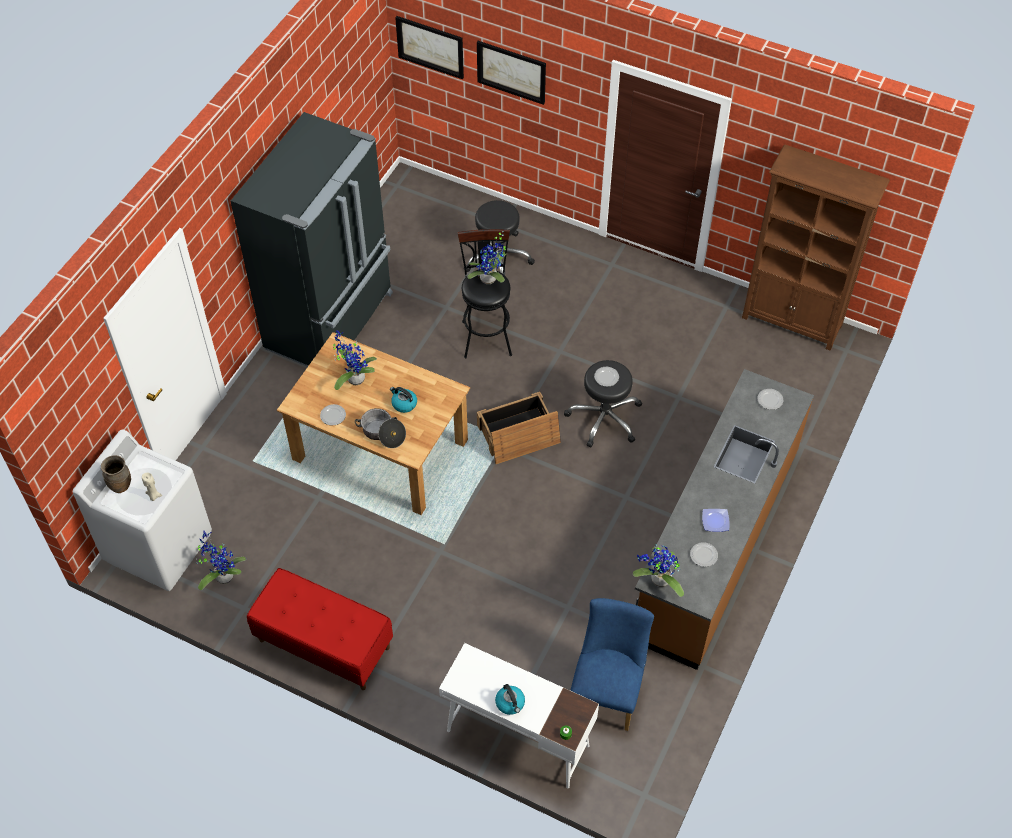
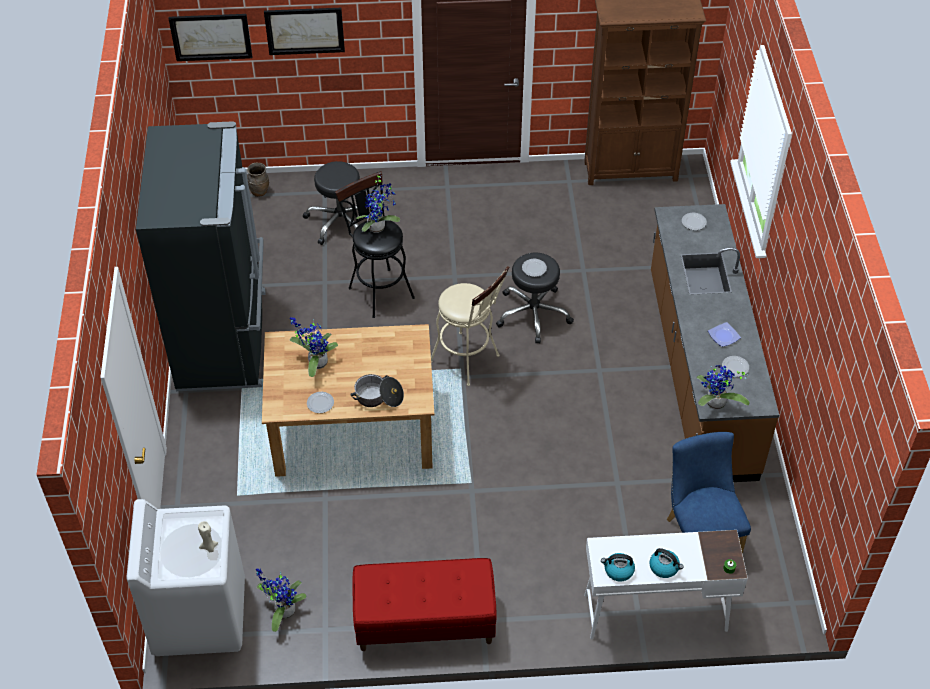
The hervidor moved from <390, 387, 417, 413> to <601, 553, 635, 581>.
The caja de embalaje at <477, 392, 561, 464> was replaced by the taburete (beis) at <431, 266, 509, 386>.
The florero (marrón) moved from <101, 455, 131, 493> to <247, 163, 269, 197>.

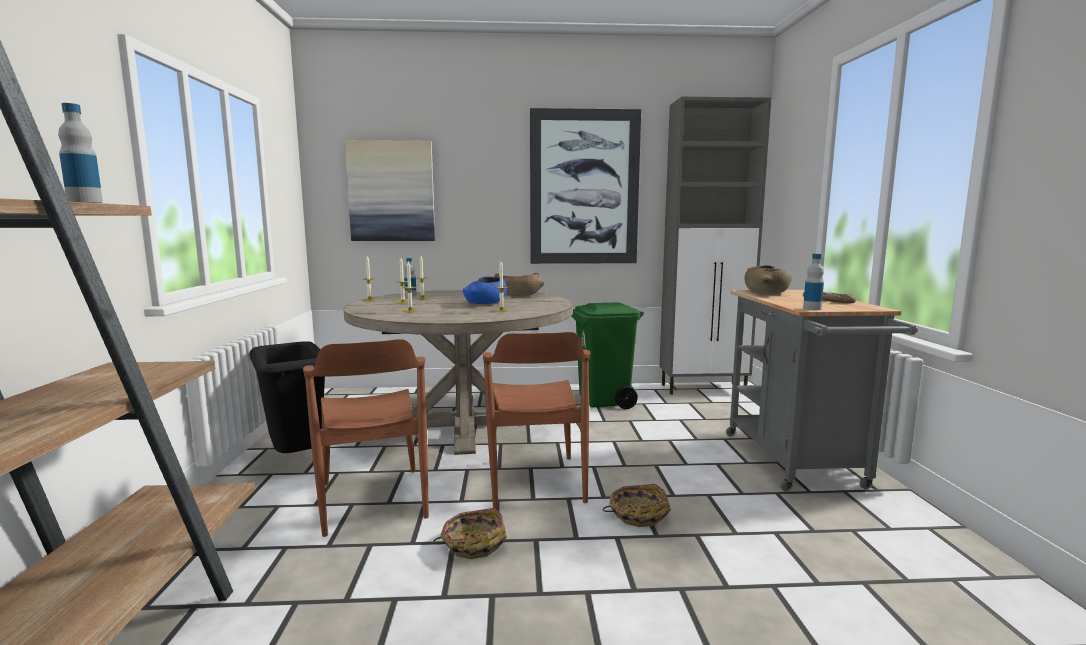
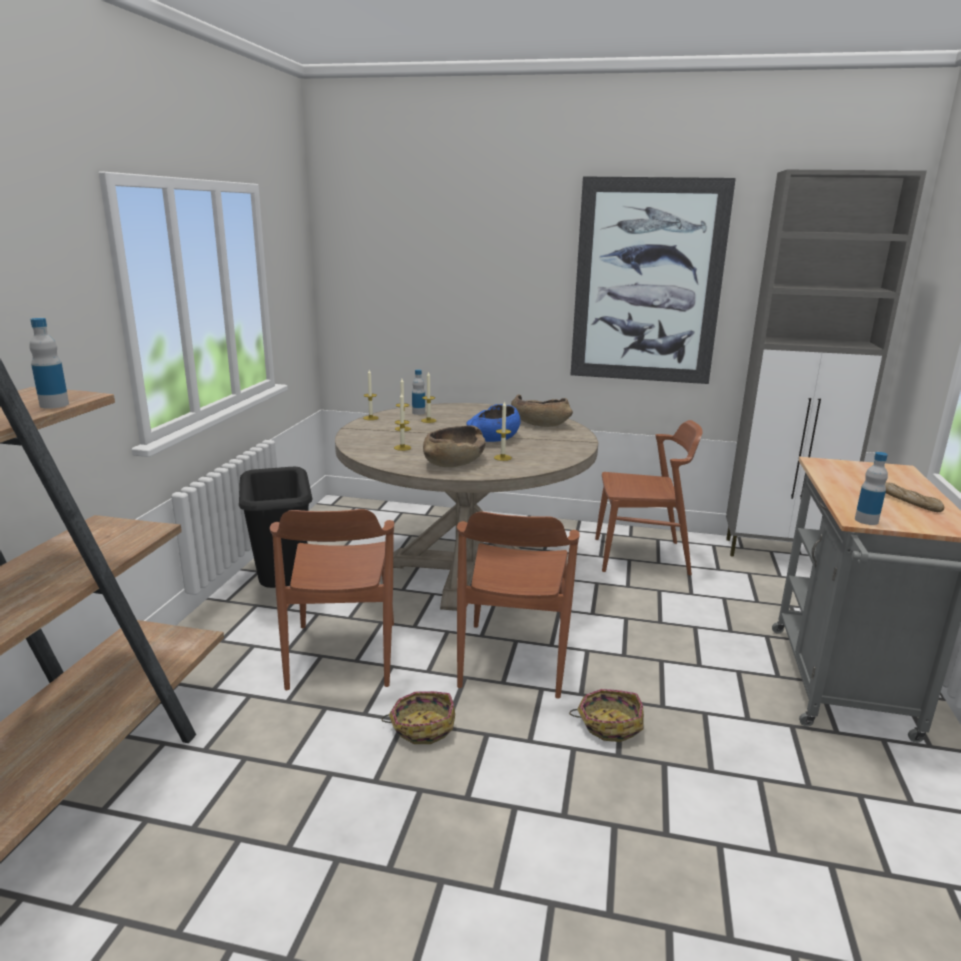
The cuadro at <345, 140, 435, 241> disappeared.
The cuenco (marrón) moved from <745, 265, 792, 295> to <423, 425, 486, 468>.
The papelera (verde) at <571, 302, 644, 409> was replaced by the silla (marrón) at <595, 420, 703, 575>.

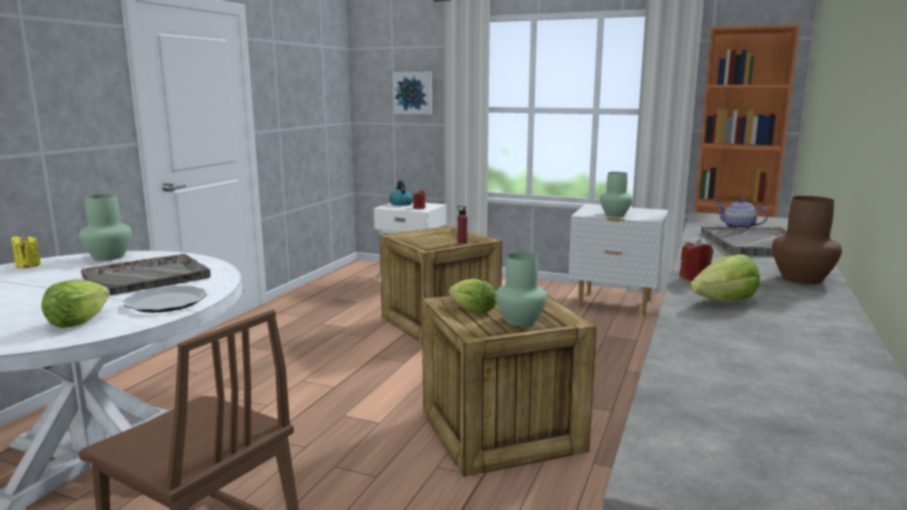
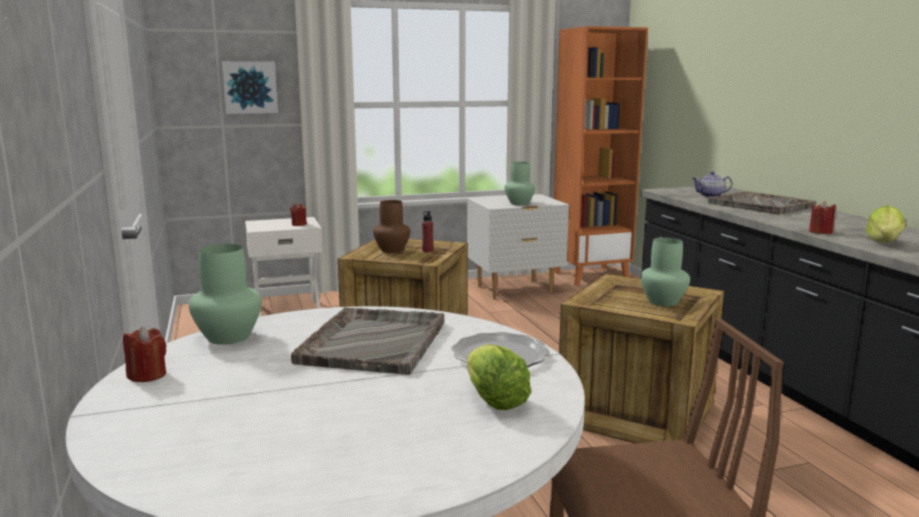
The hervidor at <389, 180, 413, 206> disappeared.
The florero (marrón) moved from <772, 196, 842, 284> to <373, 200, 410, 253>.
The vela (amarillo) at <11, 234, 41, 268> became the vela (rojo) at <123, 327, 166, 382>.
The lechuga at <449, 279, 496, 313> disappeared.

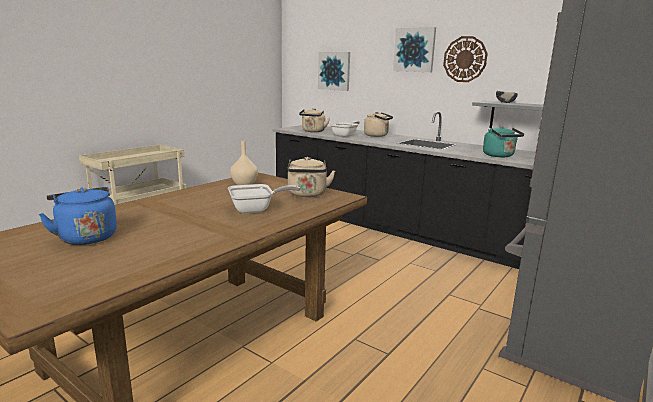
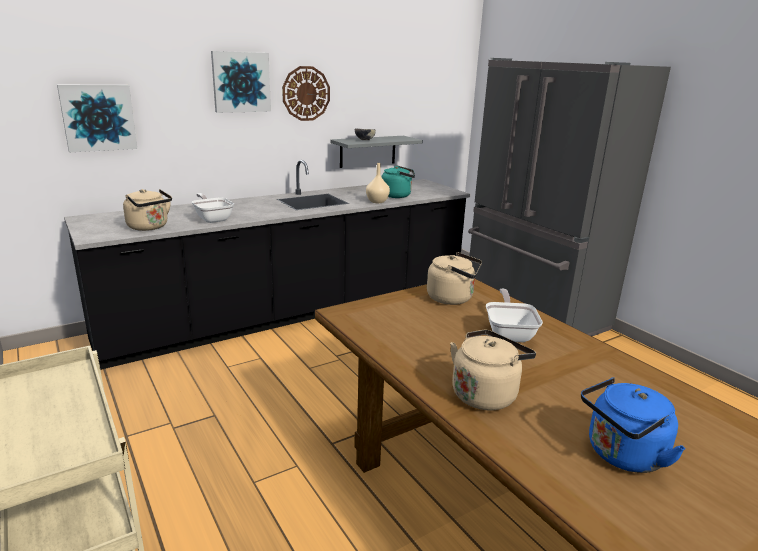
The hervidor (beis) moved from <364, 112, 393, 137> to <450, 329, 536, 411>.
The florero (beis) moved from <230, 141, 258, 185> to <366, 163, 390, 203>.

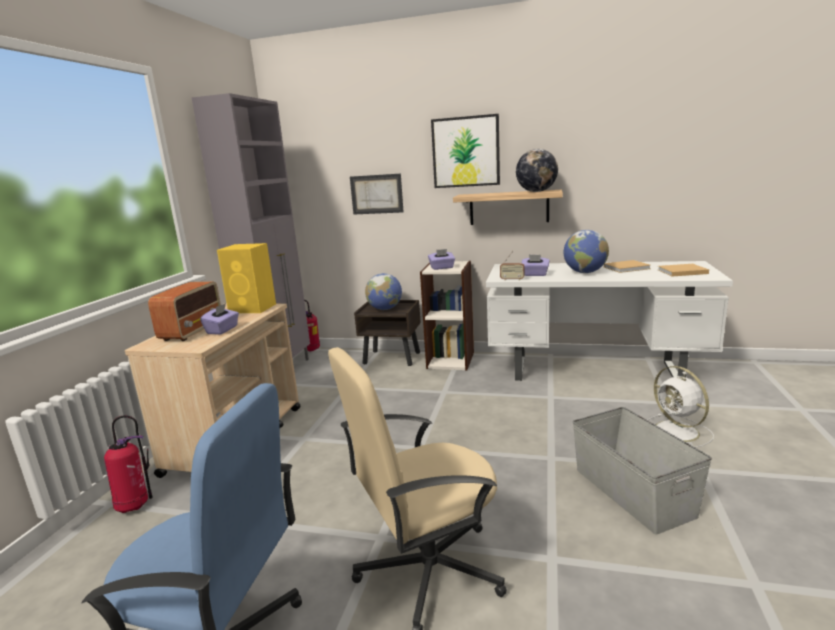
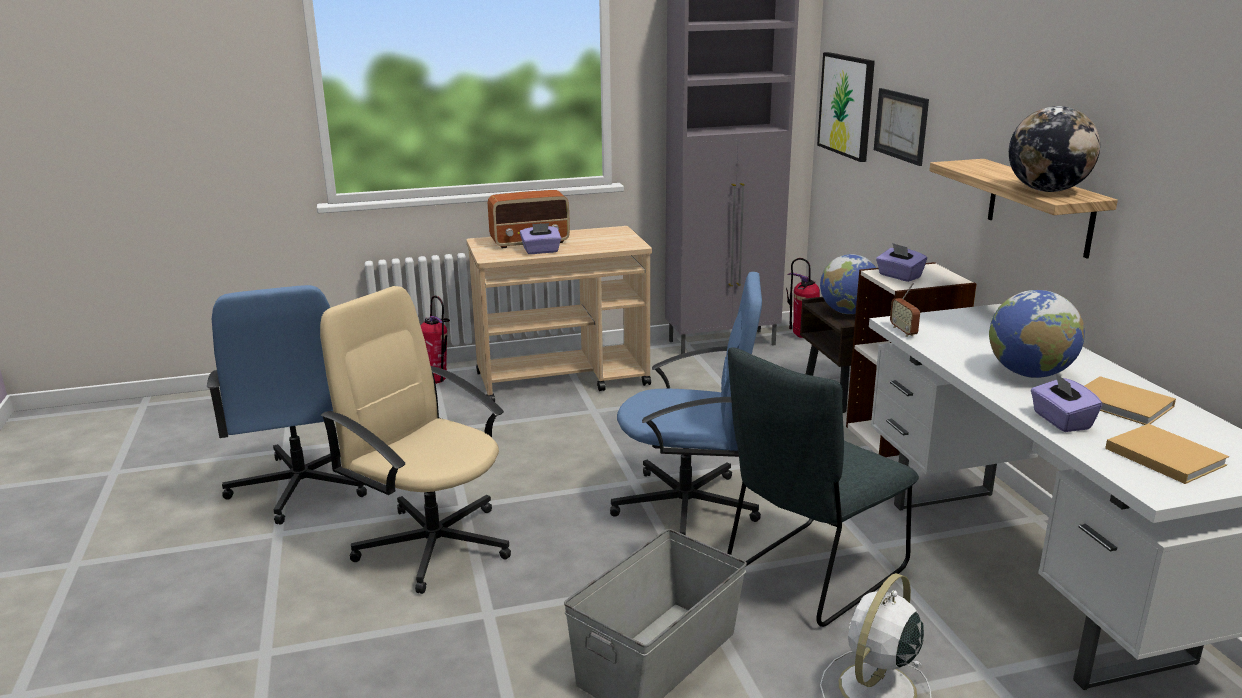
The cuadro moved from <431, 114, 500, 188> to <817, 52, 875, 162>.
The altavoz (amarillo) at <217, 243, 276, 313> disappeared.
The caja de pañuelos (morado) moved from <522, 255, 550, 276> to <1031, 372, 1102, 432>.
The silla de oficina (azul) at <610, 272, 762, 535> appeared.
The silla (gris) at <727, 347, 919, 627> appeared.

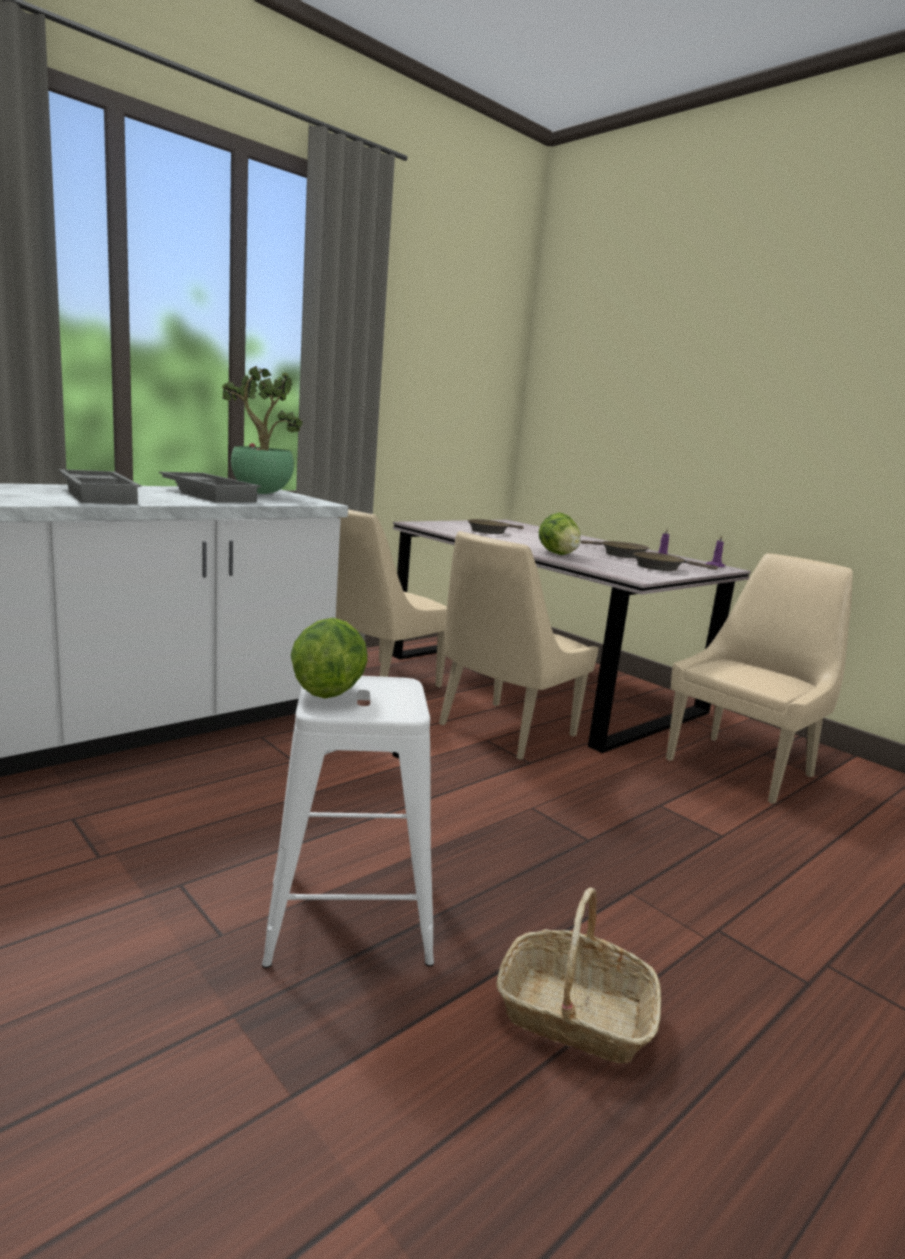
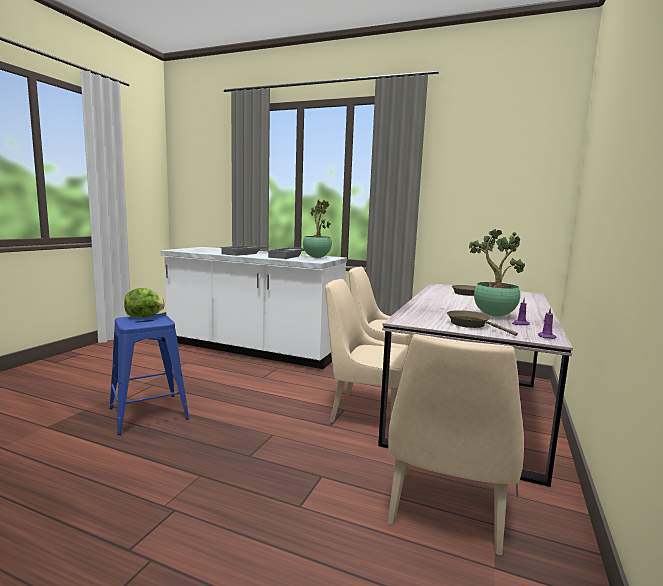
The lechuga at <539, 513, 581, 555> disappeared.
The sartén (marrón) at <581, 540, 649, 558> was replaced by the planta en maceta at <469, 229, 525, 316>.
The silla (beis) at <666, 553, 853, 804> turned 90 degrees clockwise.
The taburete (blanco) at <262, 676, 434, 968> became the taburete (azul) at <109, 314, 189, 435>.
The cesta at <496, 887, 661, 1064> disappeared.

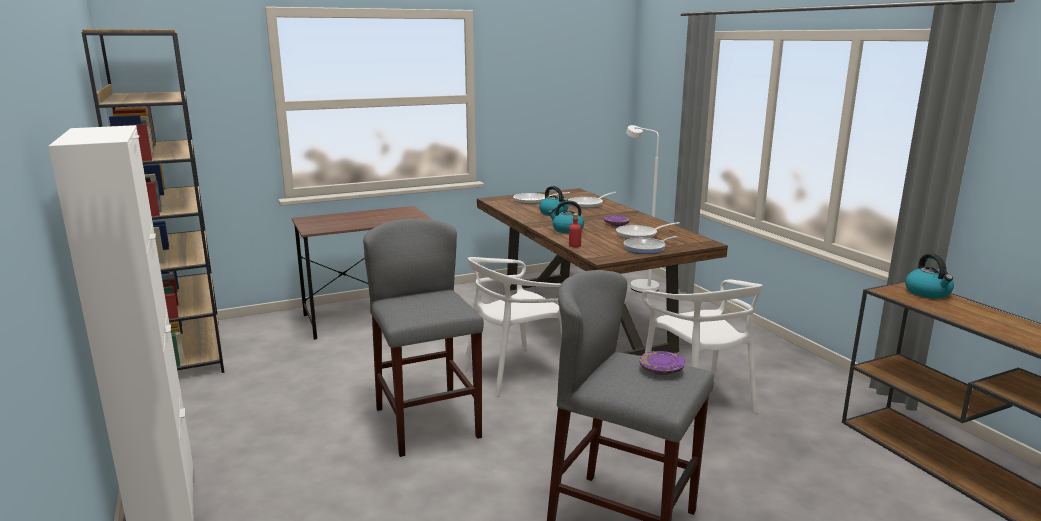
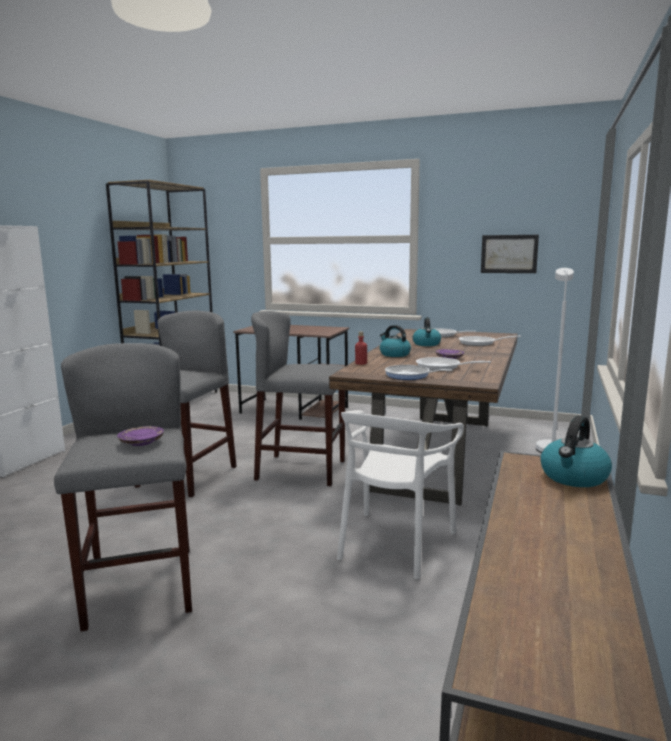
The silla (blanco) at <463, 257, 562, 397> was replaced by the taburete (gris) at <251, 311, 345, 486>.
The cuadro at <481, 235, 539, 273> appeared.

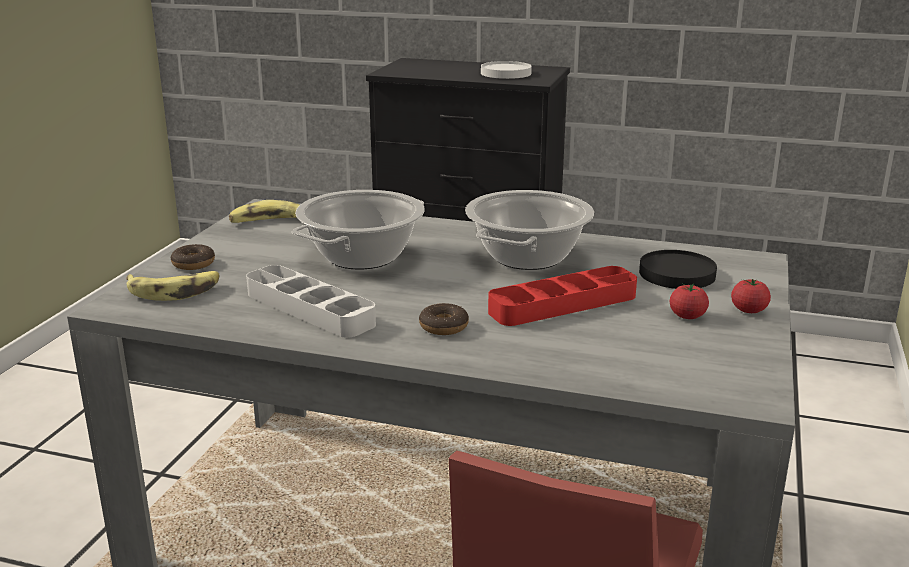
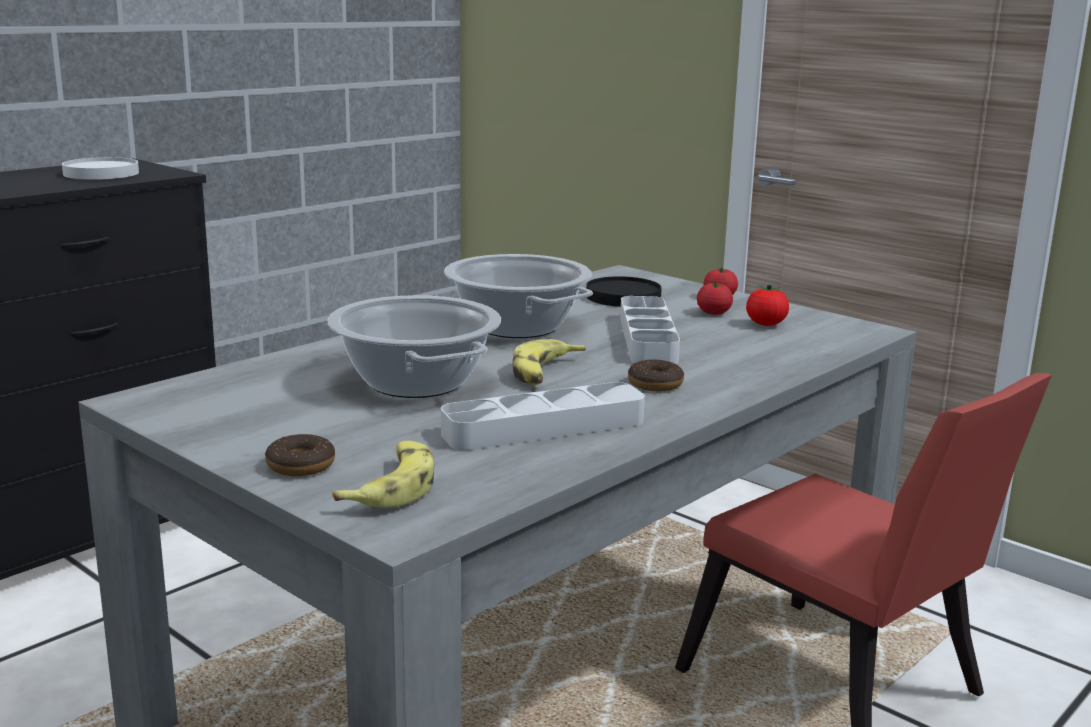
The plátano moved from <229, 200, 300, 223> to <513, 339, 586, 385>.
The bandeja (rojo) at <488, 266, 637, 326> became the bandeja (gris) at <620, 296, 680, 364>.
The tomate at <746, 284, 789, 326> appeared.

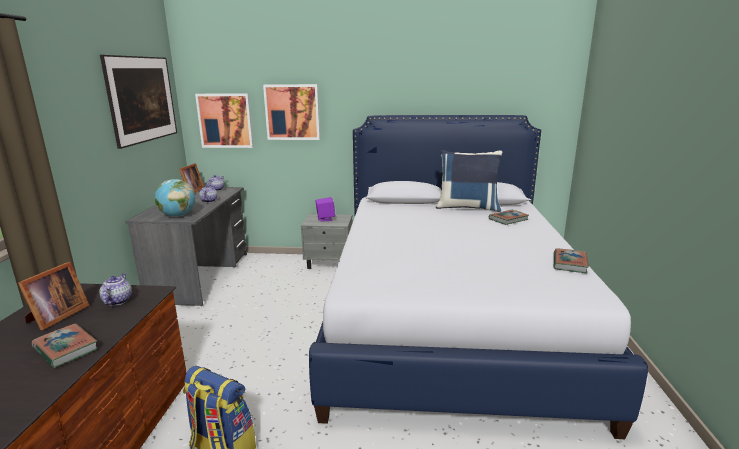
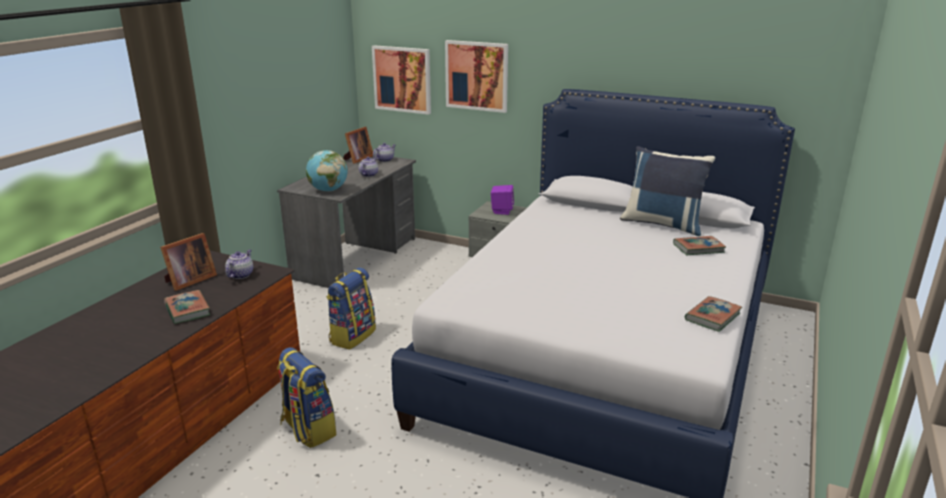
The cuadro at <100, 55, 177, 149> disappeared.
The mochila at <326, 268, 376, 350> appeared.

